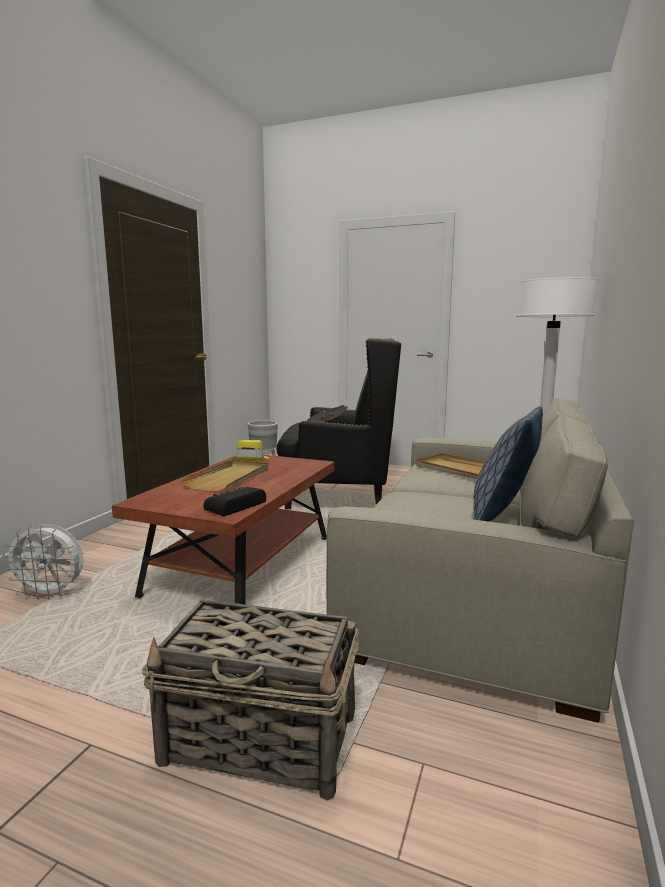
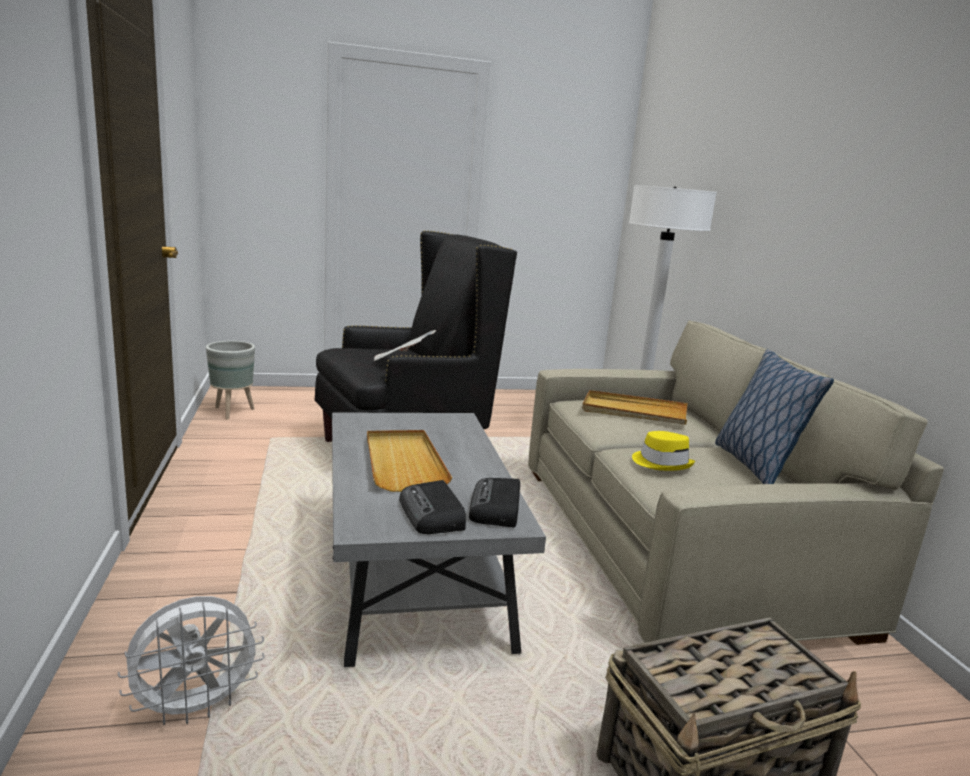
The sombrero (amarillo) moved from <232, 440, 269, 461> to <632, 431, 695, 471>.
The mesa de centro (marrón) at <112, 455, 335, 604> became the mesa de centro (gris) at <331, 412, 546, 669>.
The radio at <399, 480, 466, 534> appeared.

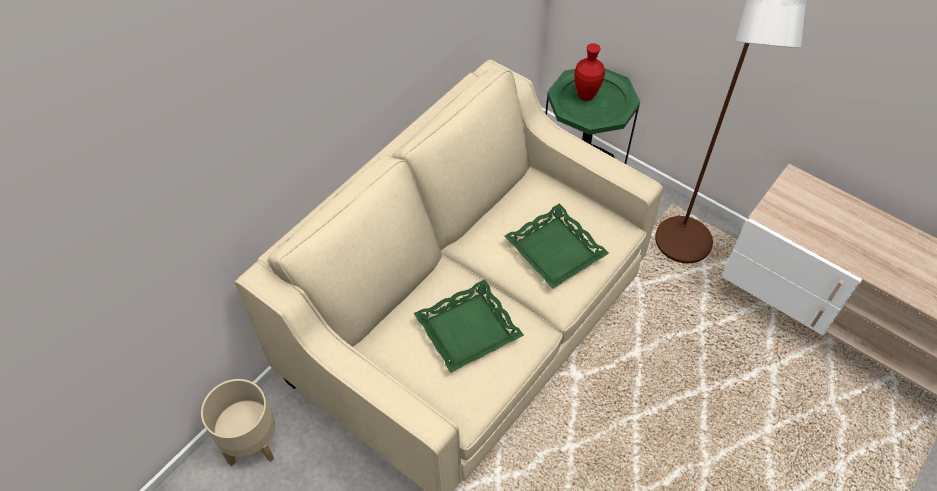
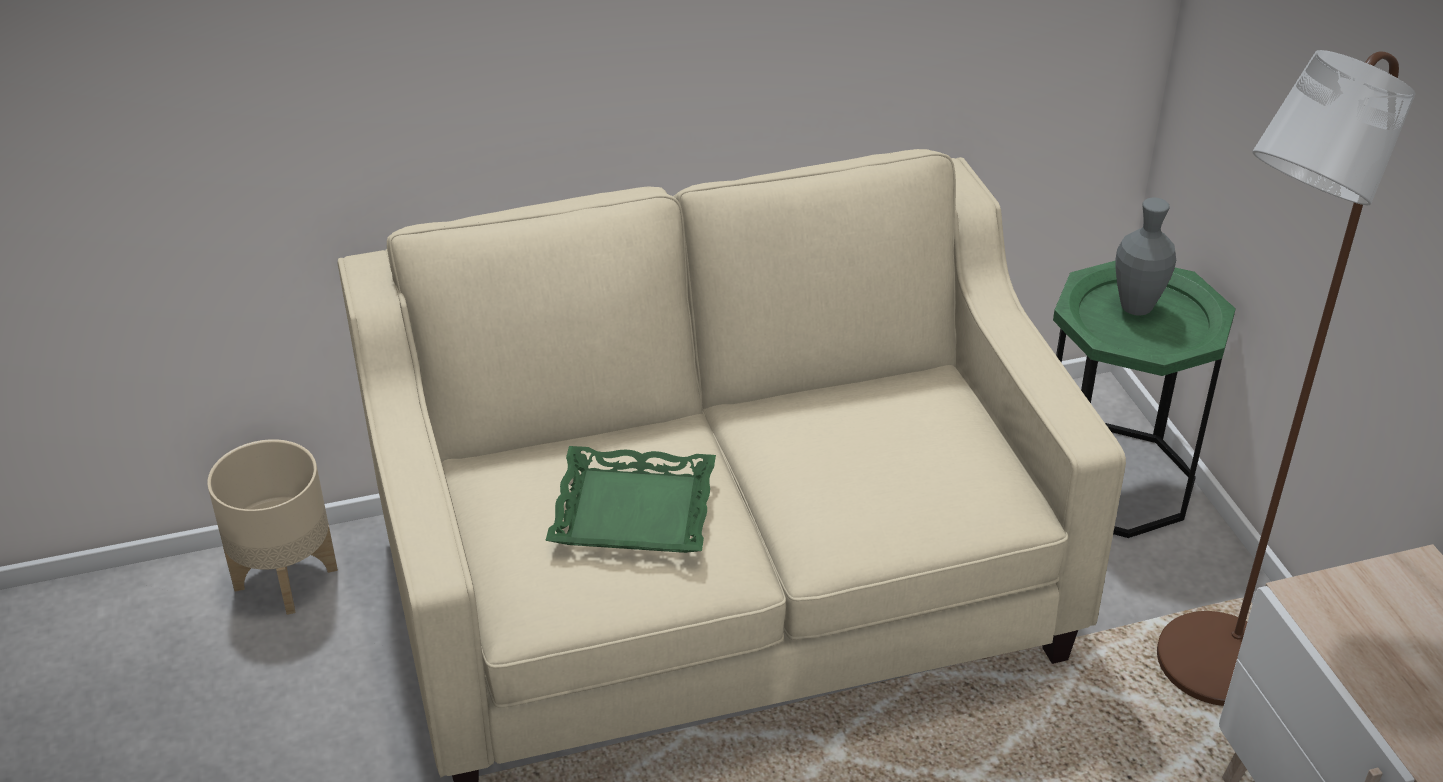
The florero (rojo) at <574, 43, 605, 101> became the florero (gris) at <1116, 197, 1176, 316>.
The bandeja (verde) at <504, 204, 609, 289> disappeared.

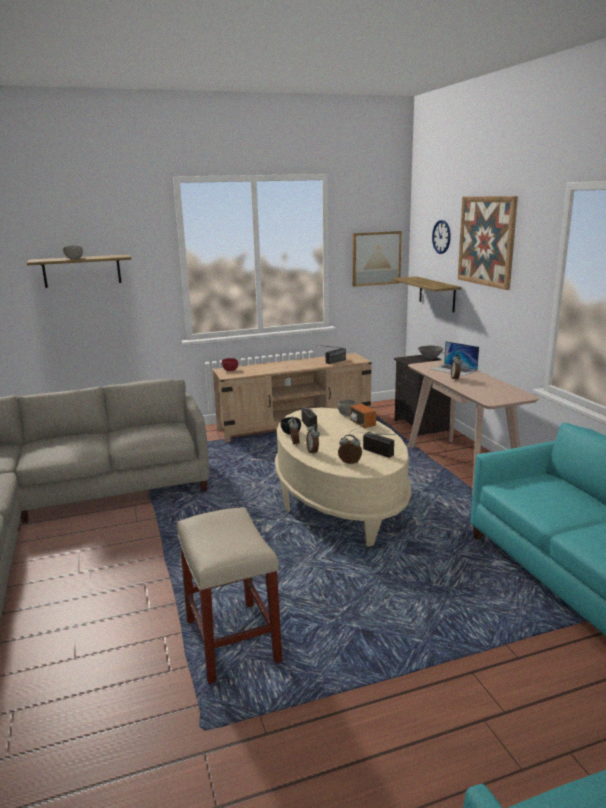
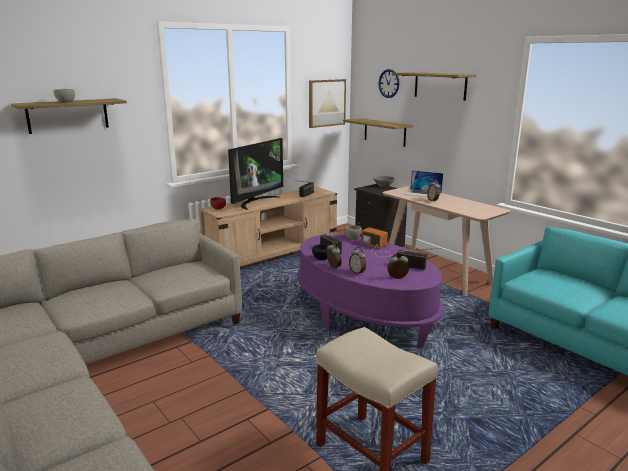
The cuadro at <458, 196, 518, 290> was replaced by the estante at <392, 72, 476, 101>.
The mesa de centro (beis) at <275, 408, 411, 546> became the mesa de centro (morado) at <297, 234, 444, 349>.
The televisor at <228, 138, 283, 210> appeared.

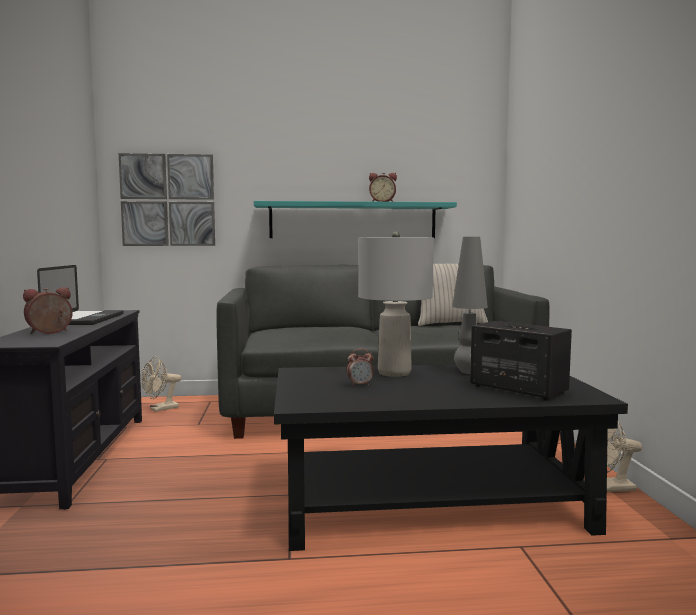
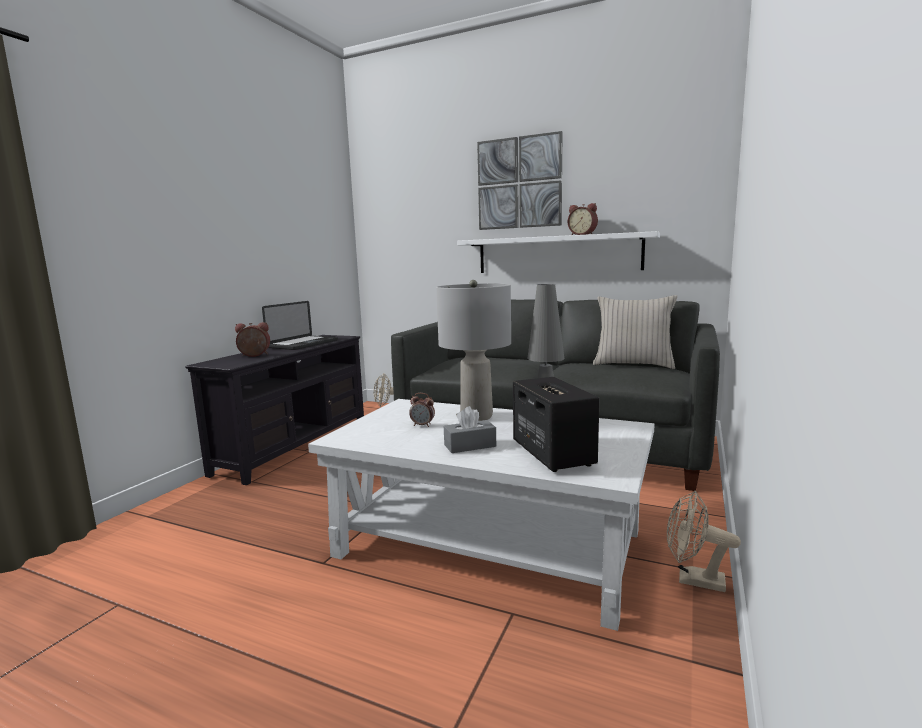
The cuadro moved from <118, 153, 215, 246> to <477, 131, 562, 230>.
The estante (turquesa) at <254, 201, 457, 238> became the estante (blanco) at <457, 231, 660, 273>.
The mesa de centro (negro) at <274, 364, 628, 551> became the mesa de centro (blanco) at <308, 399, 655, 631>.
The caja de pañuelos (gris) at <444, 406, 496, 453> appeared.

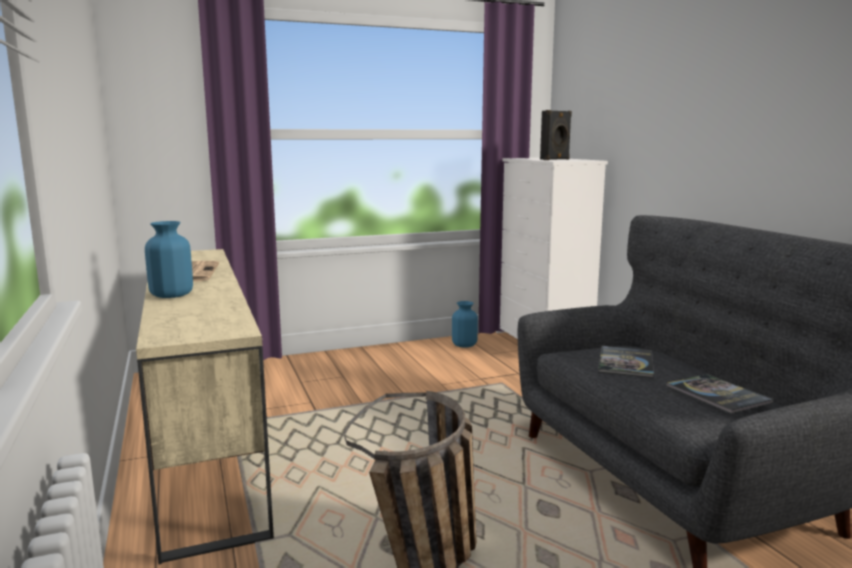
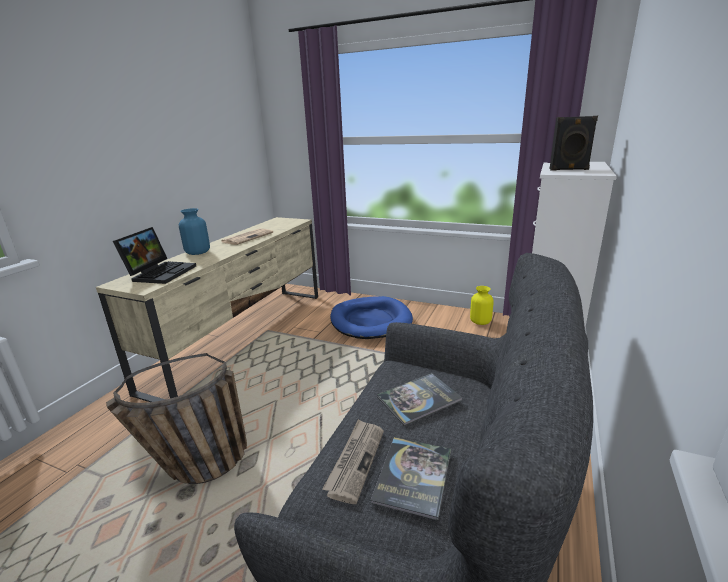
The florero (azul) at <452, 301, 478, 348> became the florero (amarillo) at <470, 286, 494, 325>.
The portátil at <113, 227, 196, 284> appeared.
The cama para perro (azul) at <330, 296, 413, 339> appeared.
The periódico at <322, 419, 384, 504> appeared.

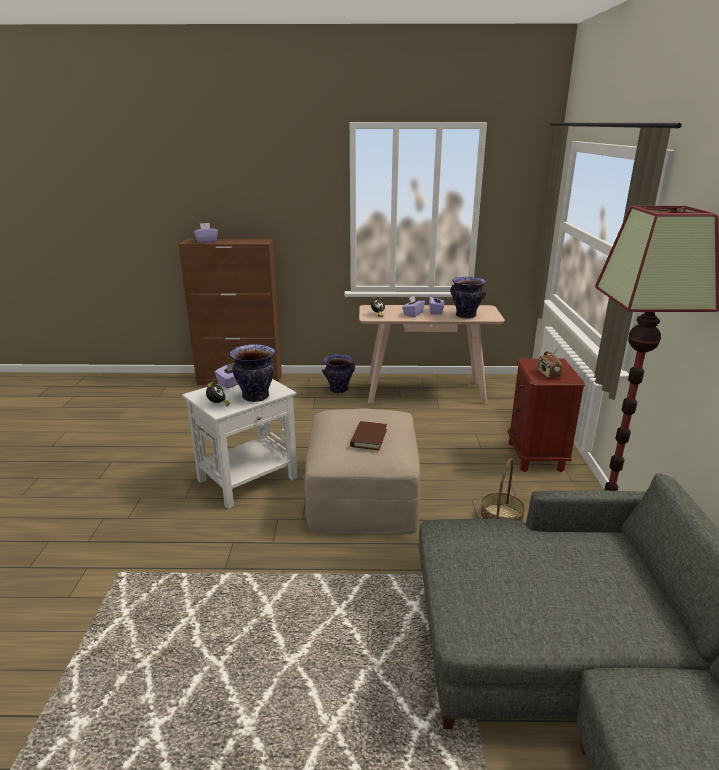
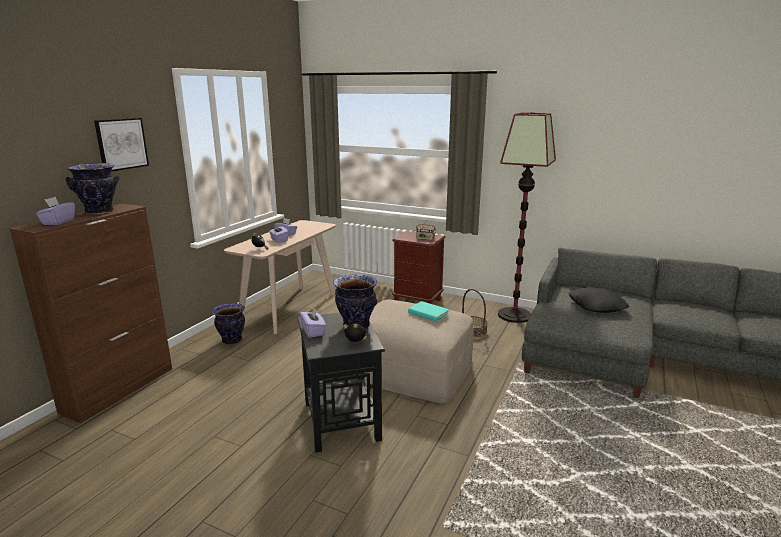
The florero moved from <450, 276, 486, 319> to <66, 163, 120, 214>.
The mesa auxiliar (blanco) at <182, 379, 297, 509> became the mesa auxiliar (negro) at <297, 313, 385, 453>.
The libro (marrón) at <350, 421, 387, 450> became the libro (turquesa) at <408, 301, 449, 322>.
The cuadro at <94, 118, 149, 172> appeared.
The cojín (negro) at <569, 287, 629, 313> appeared.

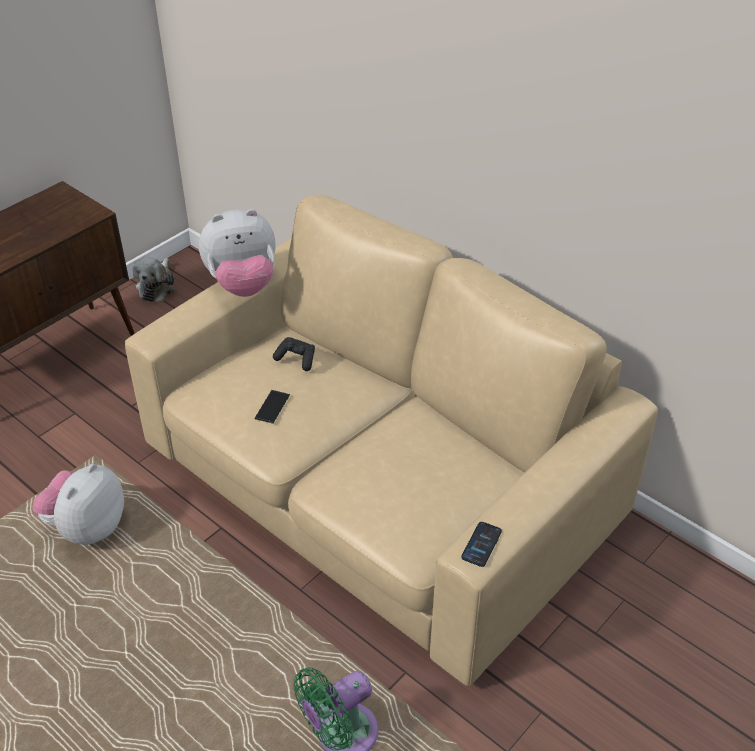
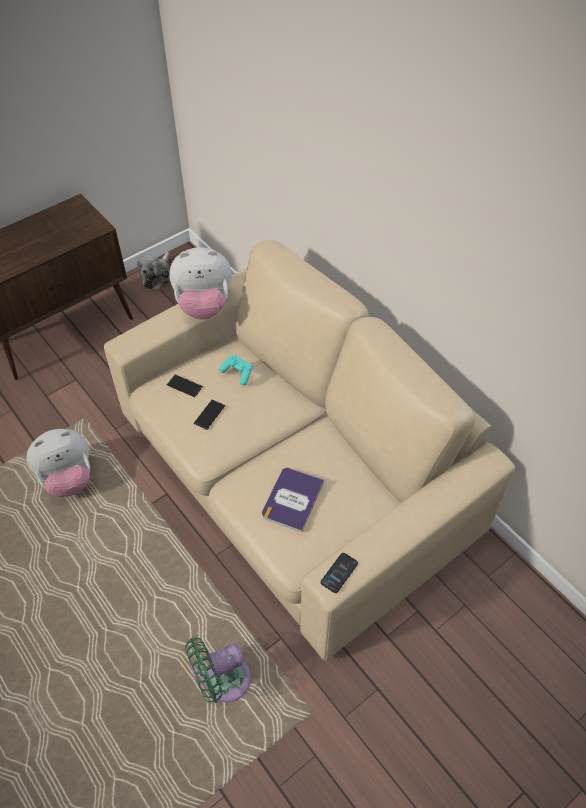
The mando de consola (negro) at <273, 337, 315, 371> became the mando de consola (turquesa) at <219, 355, 253, 386>.
The peluche at <32, 463, 124, 545> turned 150 degrees counterclockwise.
The móvil at <167, 374, 203, 397> appeared.
The libro at <262, 468, 324, 532> appeared.

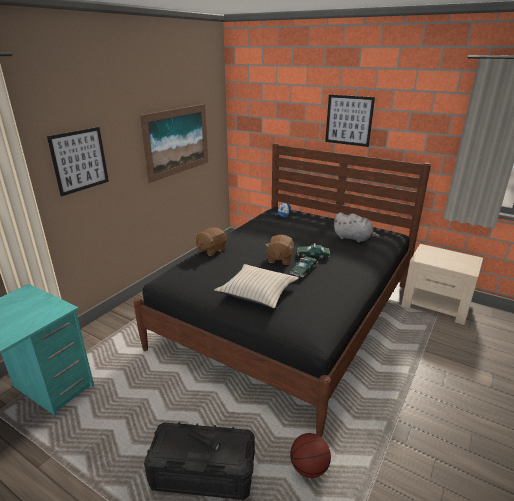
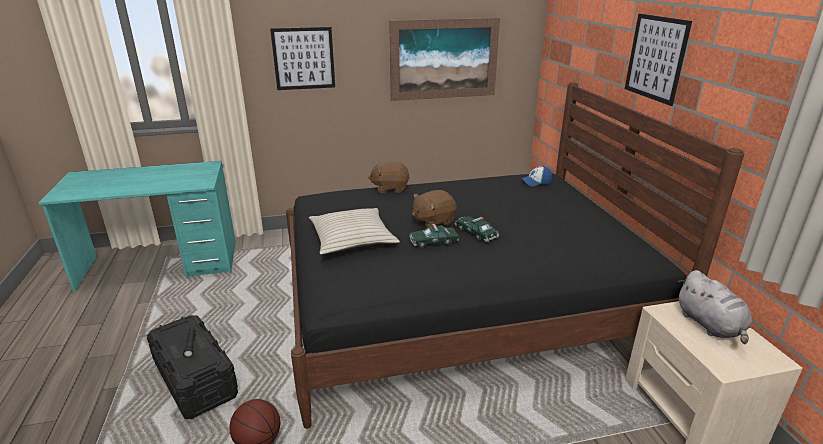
The peluche (gris) moved from <333, 212, 380, 243> to <678, 270, 752, 344>.

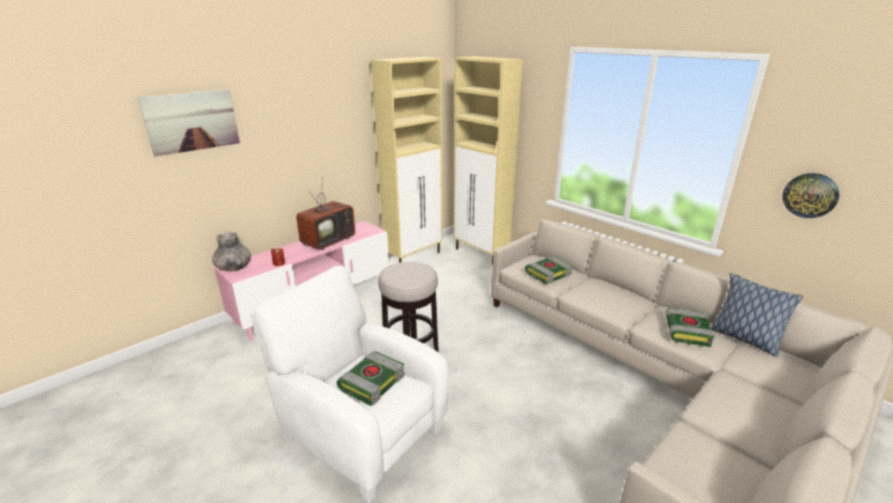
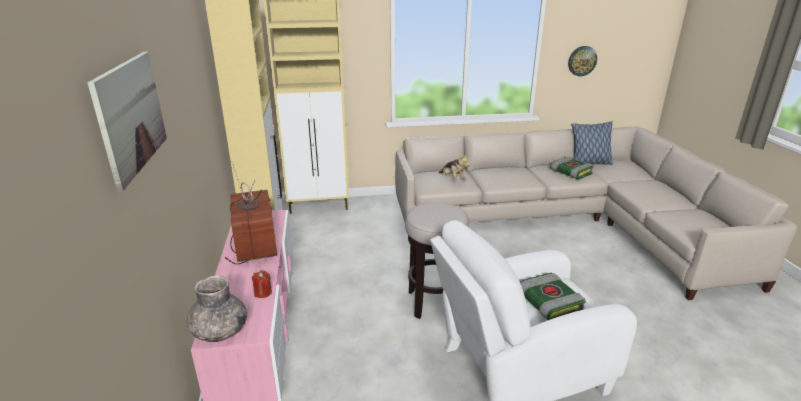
The libro at <525, 256, 572, 284> was replaced by the peluche at <438, 153, 470, 182>.

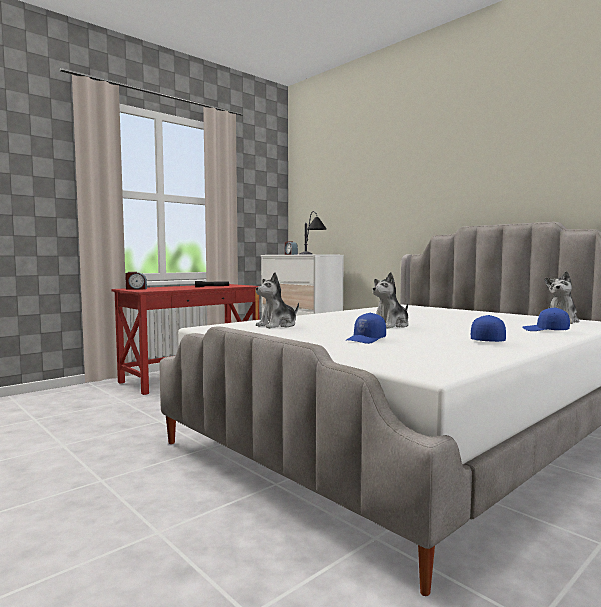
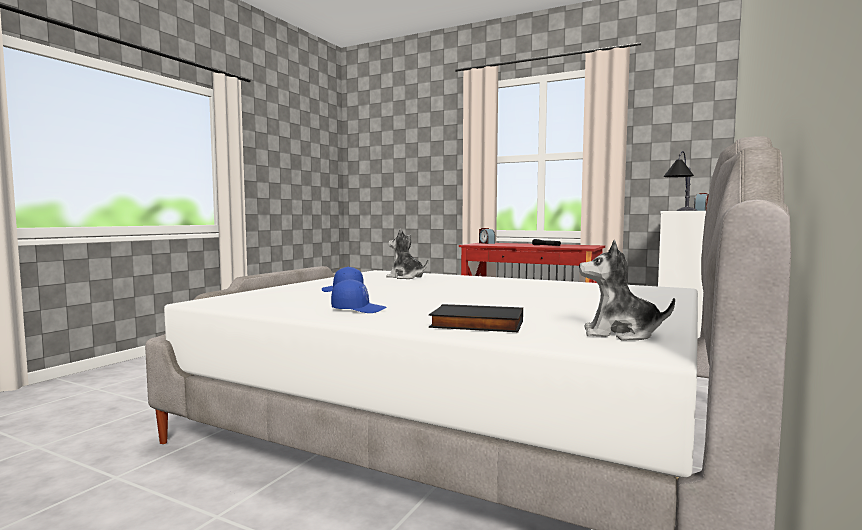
The peluche at <372, 272, 409, 328> disappeared.
The gorra (azul) at <522, 307, 570, 331> was replaced by the libro (negro) at <429, 304, 523, 332>.

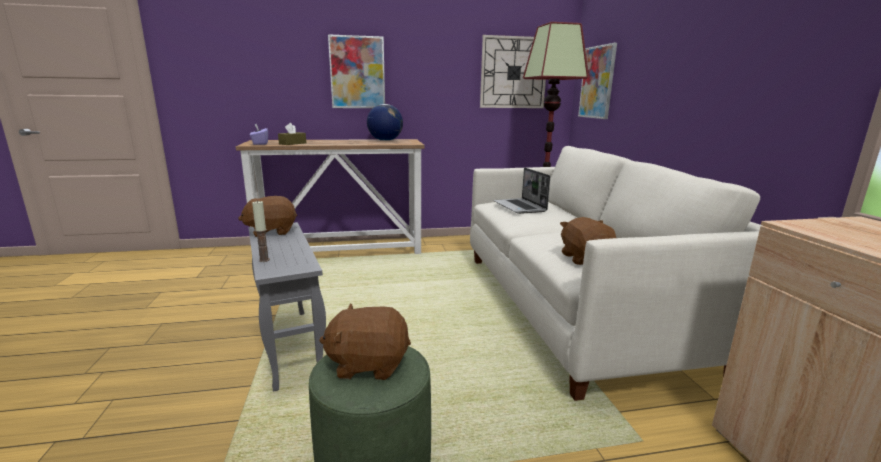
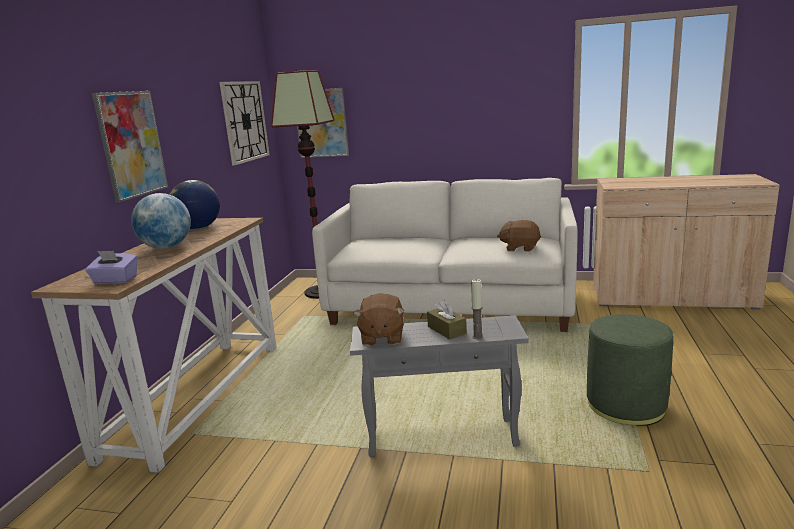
The caja de pañuelos (marrón) moved from <278, 123, 306, 145> to <427, 300, 467, 339>.
The portátil at <493, 168, 550, 214> disappeared.
The peluche (marrón) at <319, 303, 411, 380> disappeared.
The globo terráqueo at <131, 193, 191, 249> appeared.

